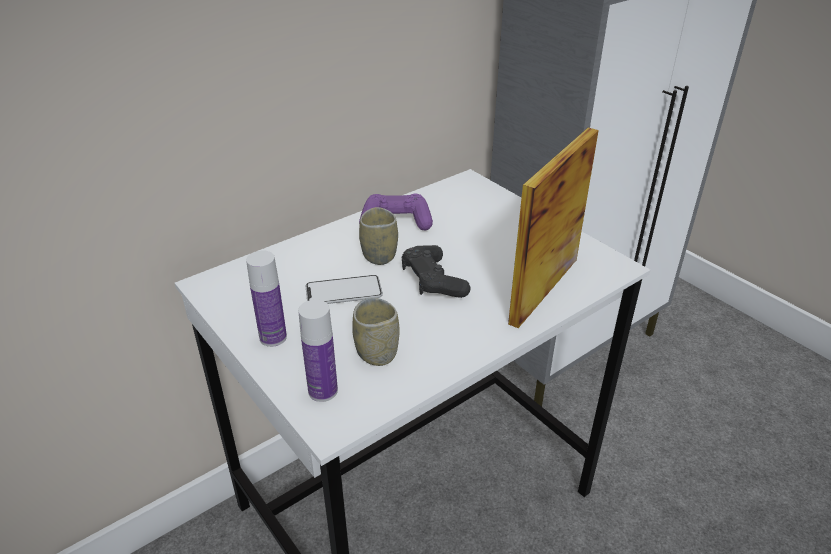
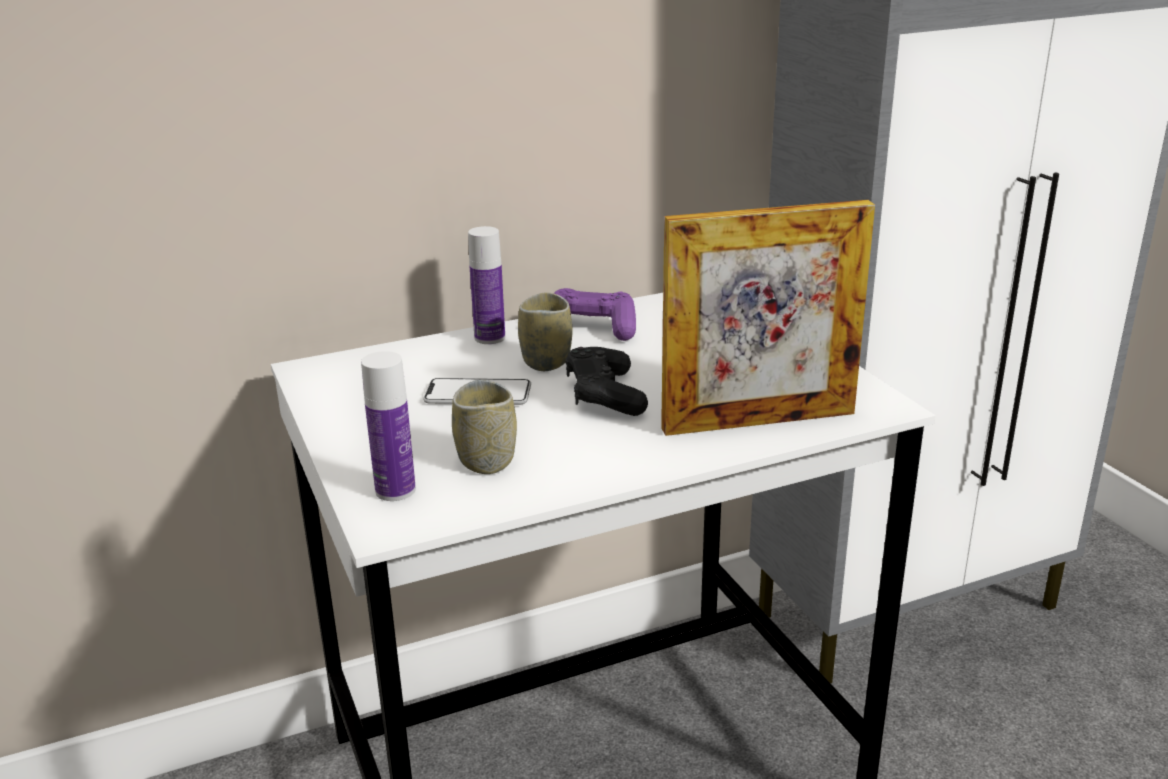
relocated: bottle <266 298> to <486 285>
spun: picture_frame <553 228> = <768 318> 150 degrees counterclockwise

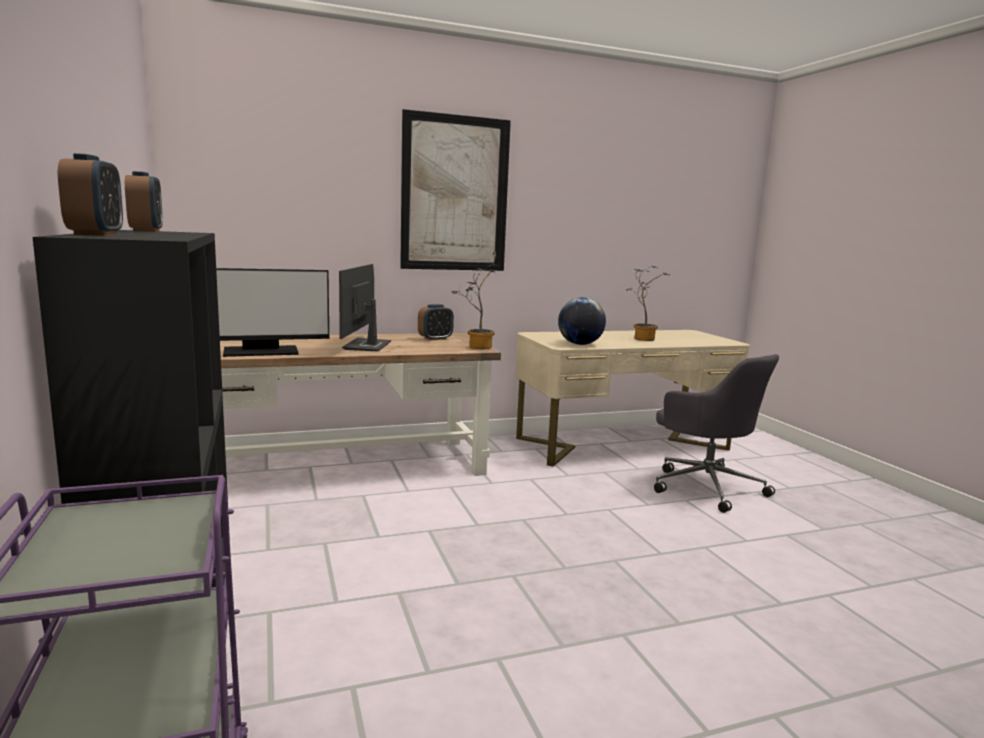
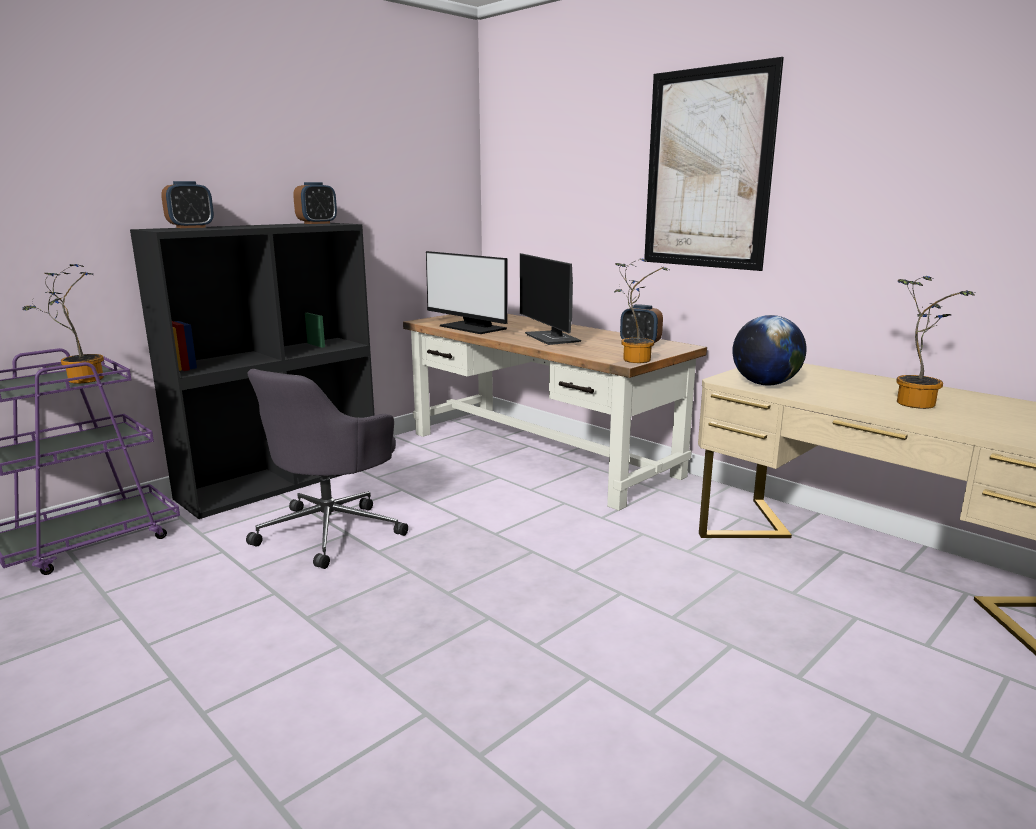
appeared: potted_plant <63 323>
relocated: greyish_office_chair <716 433> to <327 469>
spun: monitor <365 307> = <550 299> 90 degrees counterclockwise

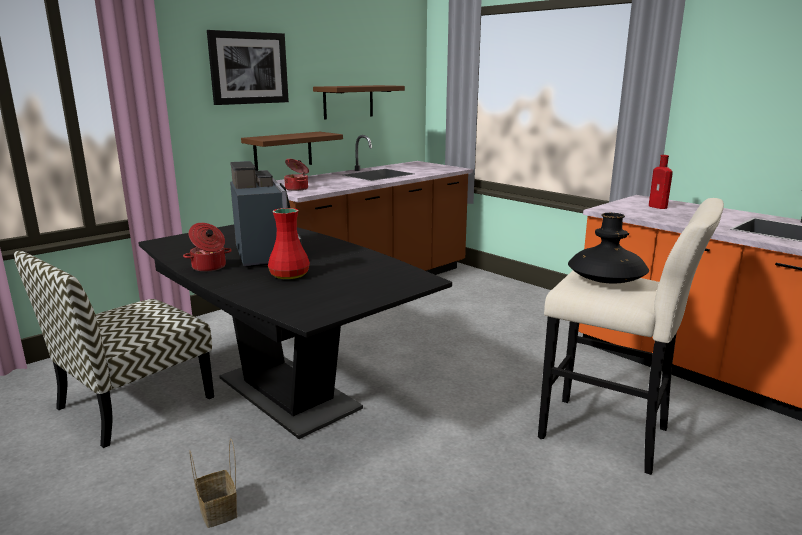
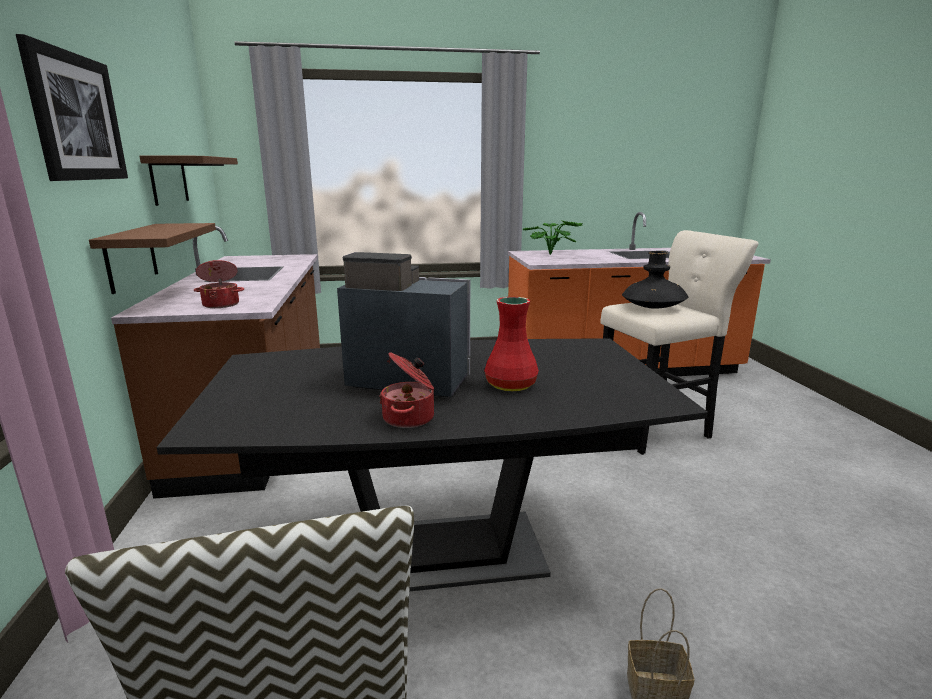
exchanged: reddish_bottle <661 182> to potted_plant <552 237>

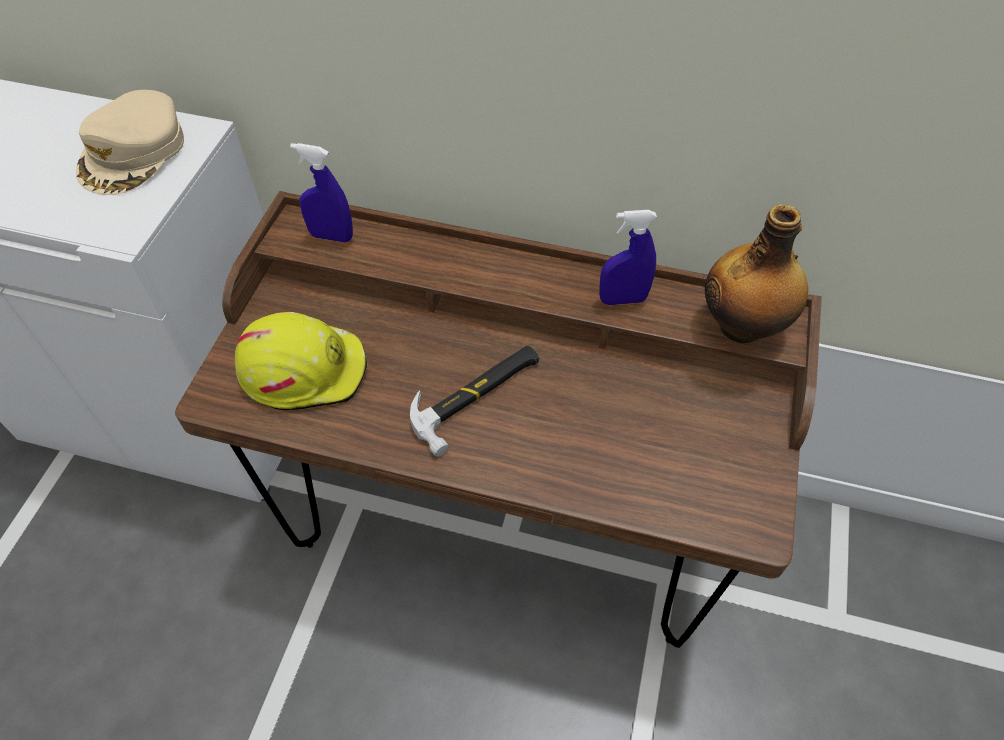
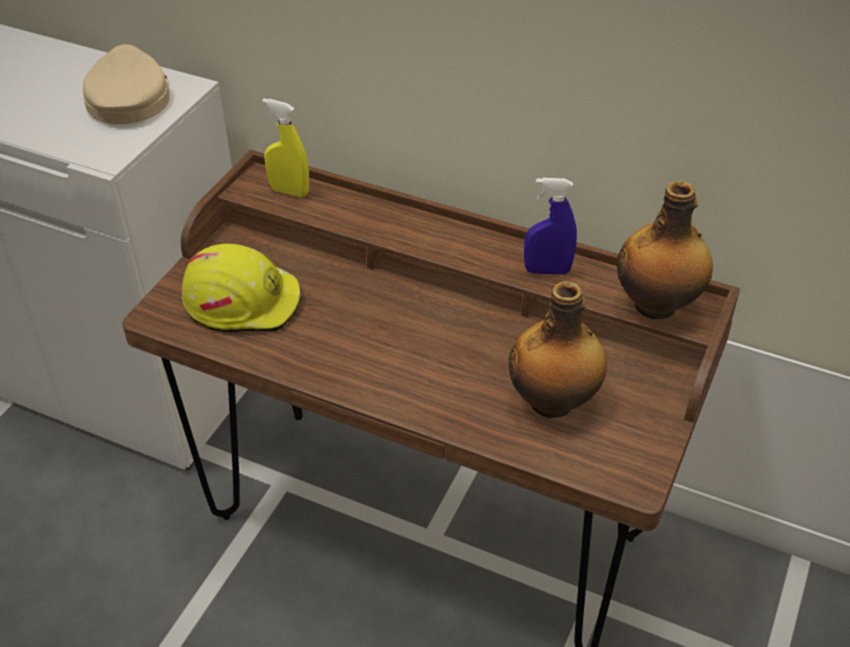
missing: tool_hammer <474 401>
appeared: bottle <558 349>
colour: blue_hand_sprayer <321 192> to yellowish_hand_sprayer <285 147>
spun: sand-coloured_cap <130 142> = <126 84> 150 degrees clockwise

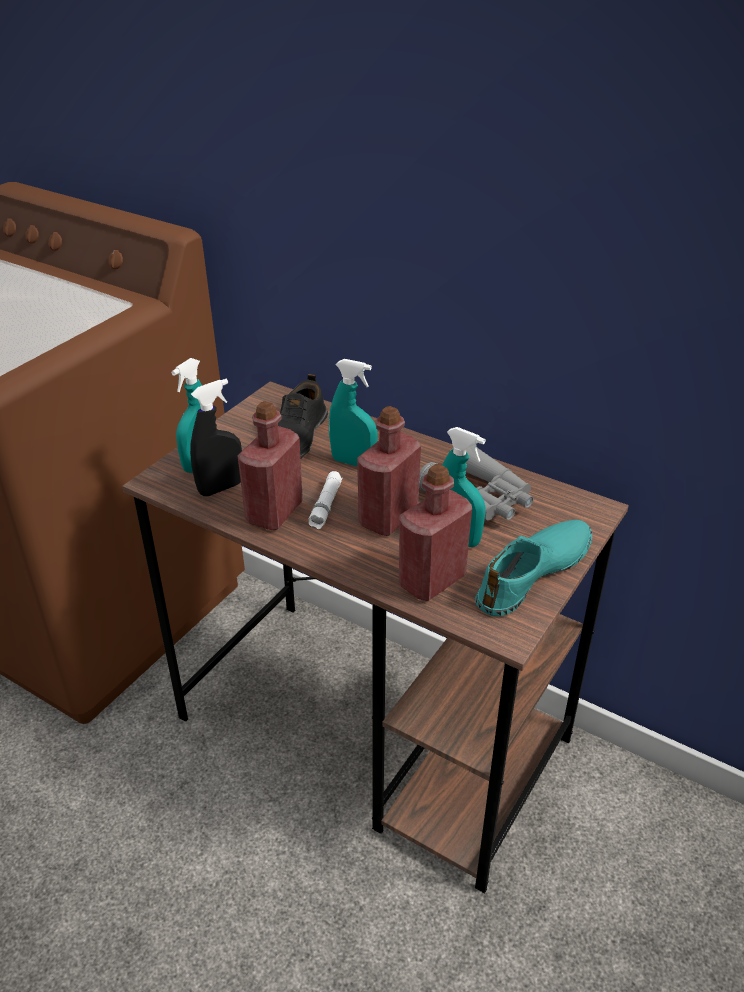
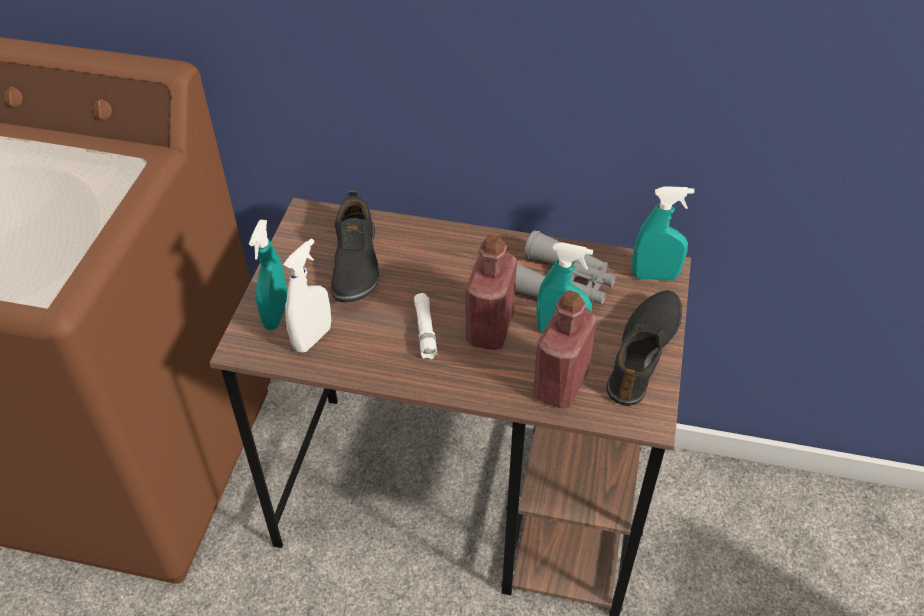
missing: reddish_bottle <270 465>
relocated: blue-green_hand_sprayer <353 412> to <663 233>
colour: blackish_hand_sprayer <216 437> to whitish_hand_sprayer <307 295>; blue-green_shoe <533 568> to blackish_shoe <644 348>

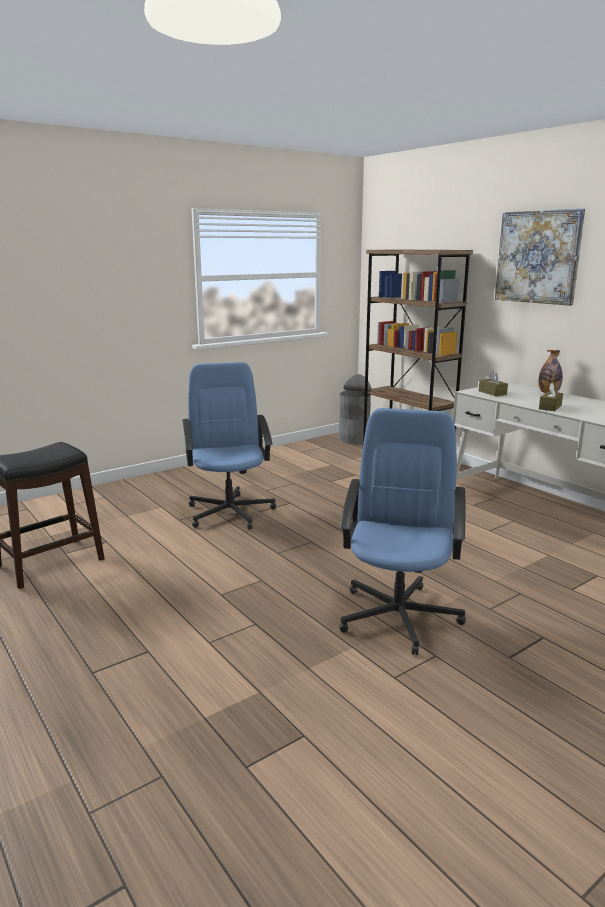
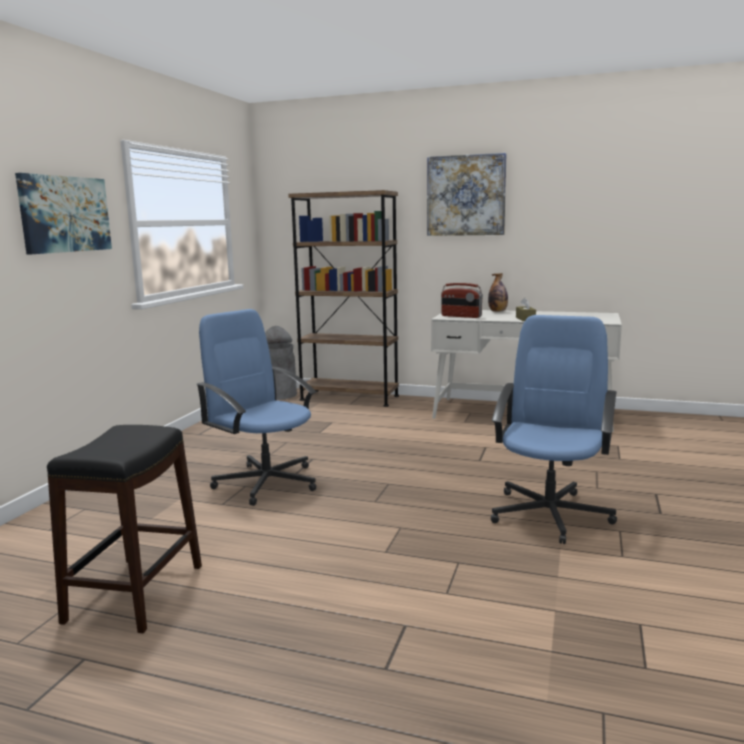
appeared: wall_picture <63 213>
exchanged: brown_tissue_holder <493 383> to radio <462 300>
spun: blue_office_chair <402 531> = <554 429> 45 degrees clockwise

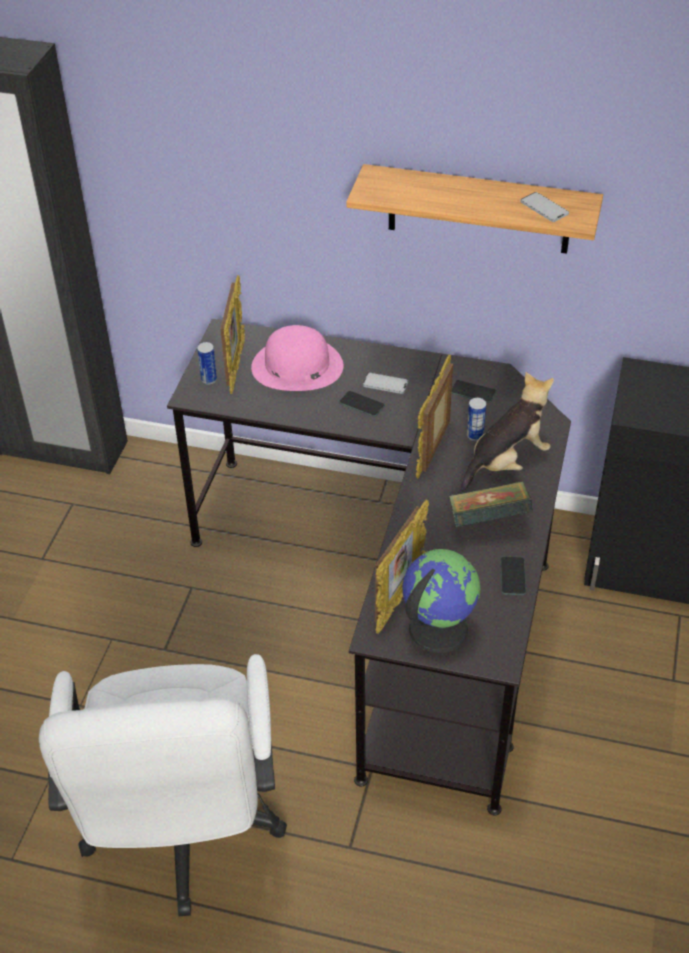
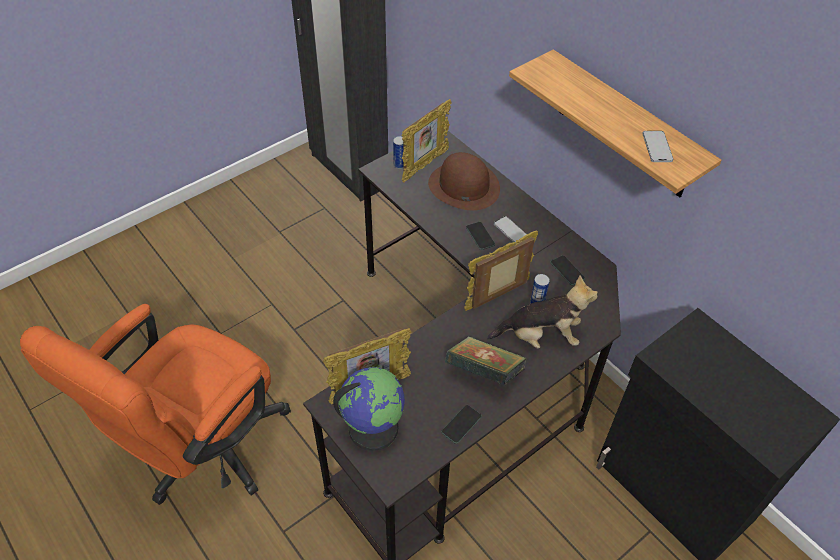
colour: pinkish_clothing_hat <297 358> to brown_clothing_hat <464 181>; whitish_office_chair <163 785> to orange-coloured_office_chair <155 404>

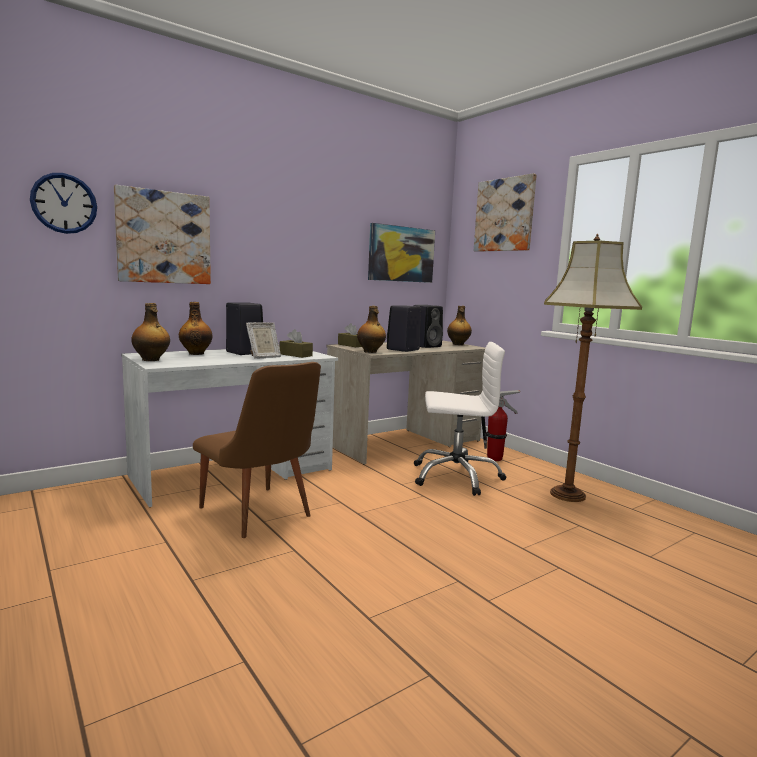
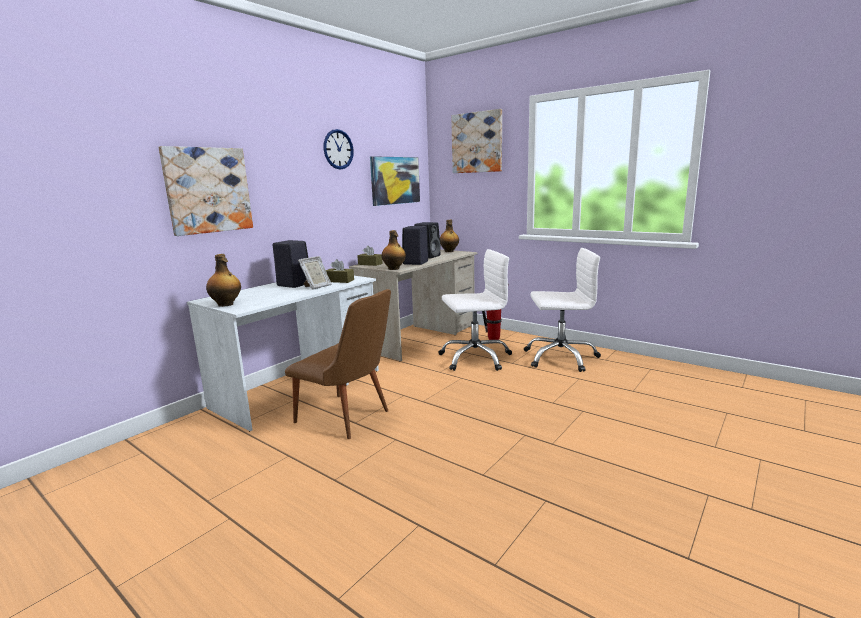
missing: bottle <196 328>
relocated: wall_clock <63 203> to <338 149>
exchanged: floor_lamp <593 367> to whitish_office_chair <562 310>

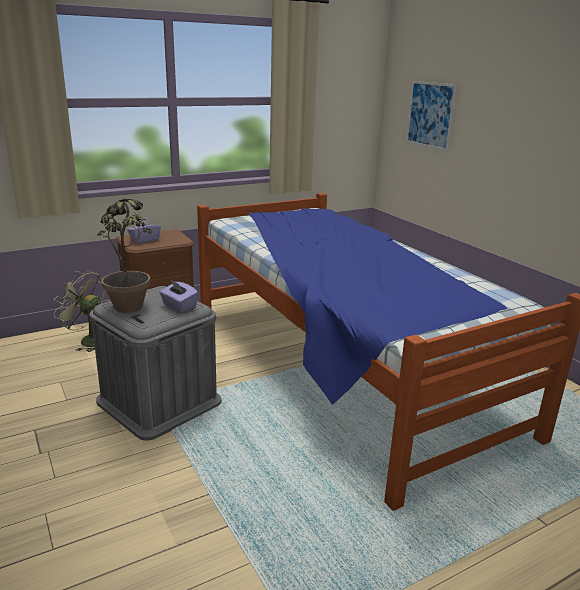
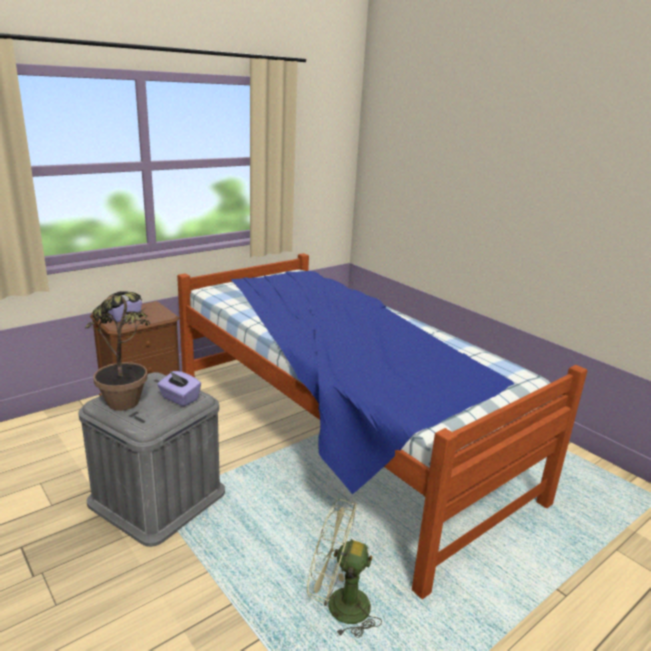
missing: wall_picture <431 116>
relocated: green_electric_fan <79 311> to <344 568>

